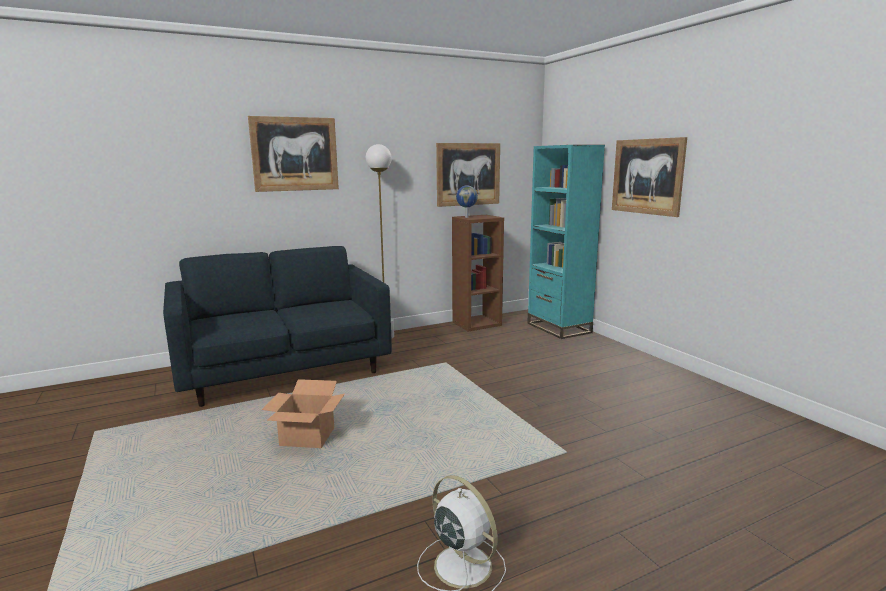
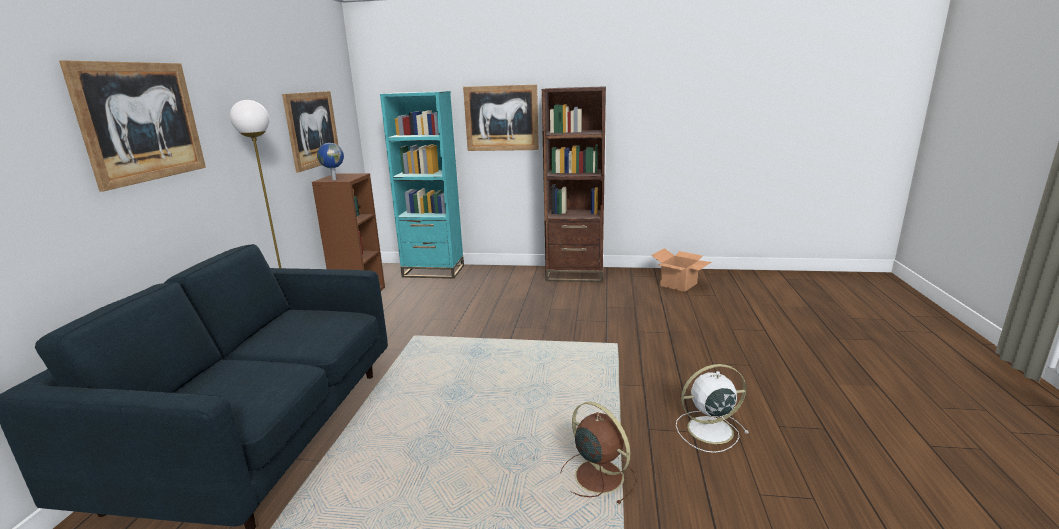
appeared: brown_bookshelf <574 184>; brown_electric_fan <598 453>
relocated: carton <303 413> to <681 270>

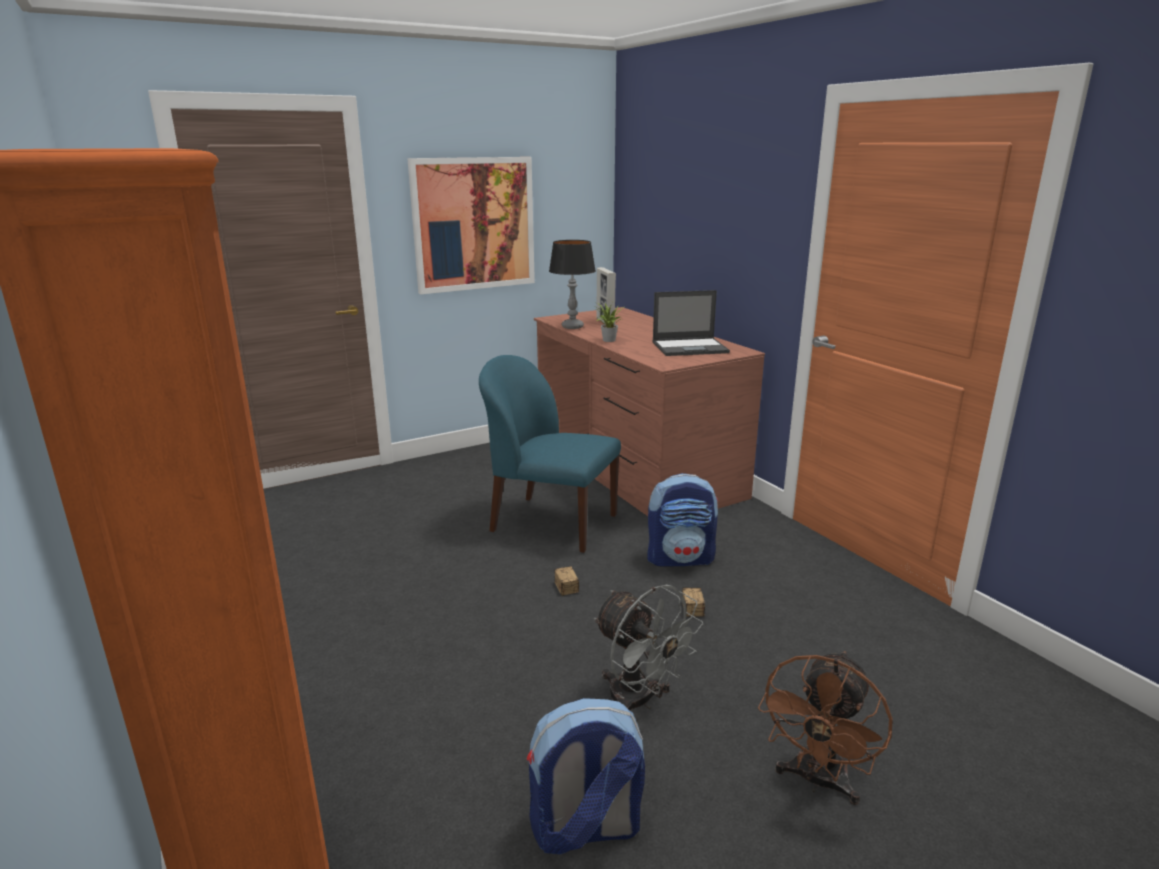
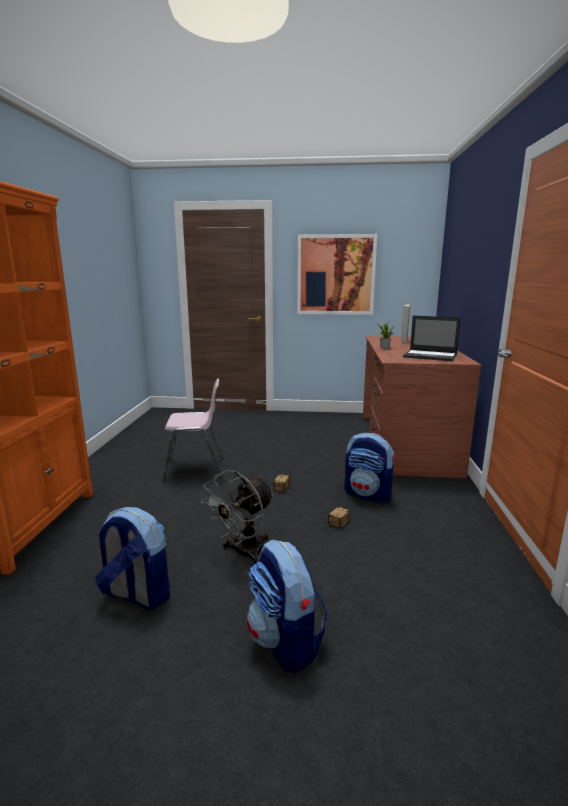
missing: tabletop_lamp <572 284>; blue_plain_chair <550 454>
appeared: pinkish_plain_chair <193 429>
exchanged: brown_electric_fan <825 728> to rucksack <287 606>
spun: greyish_electric_fan <648 647> = <237 517> 45 degrees clockwise

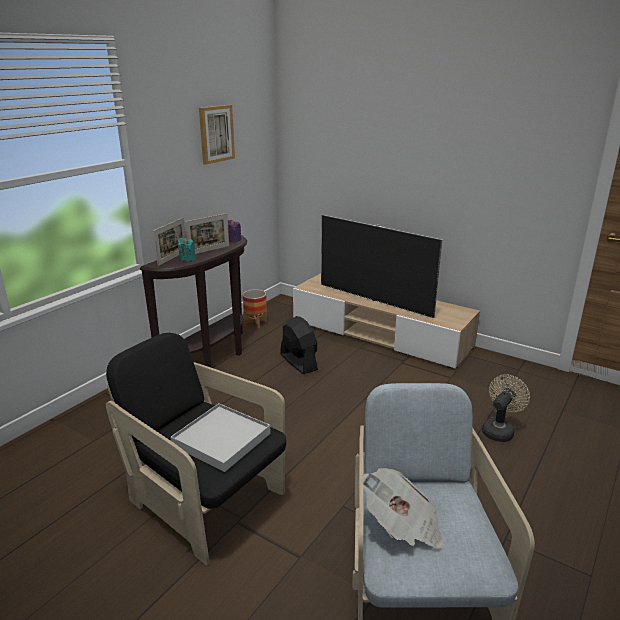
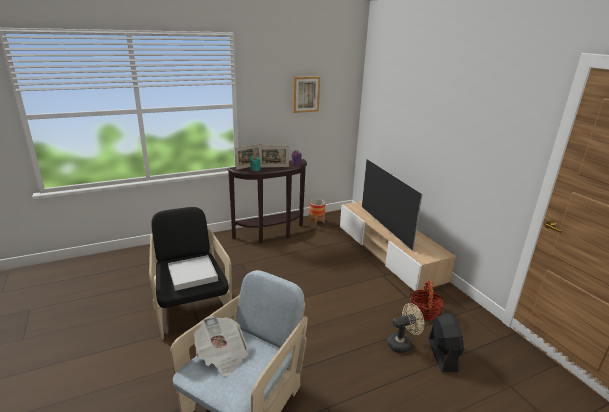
appeared: household_basket <427 300>
relocated: blackish_electric_fan <299 345> to <446 342>

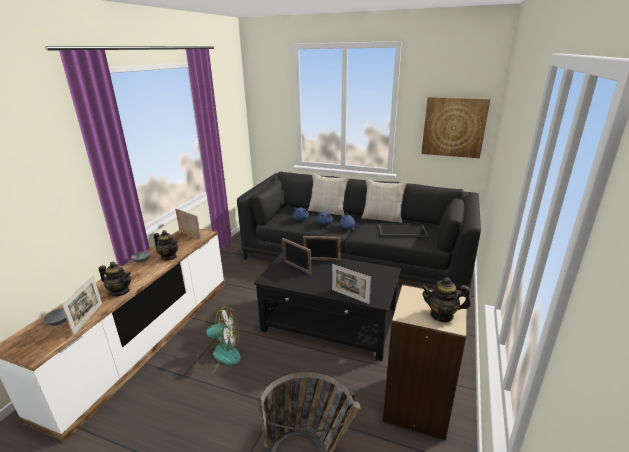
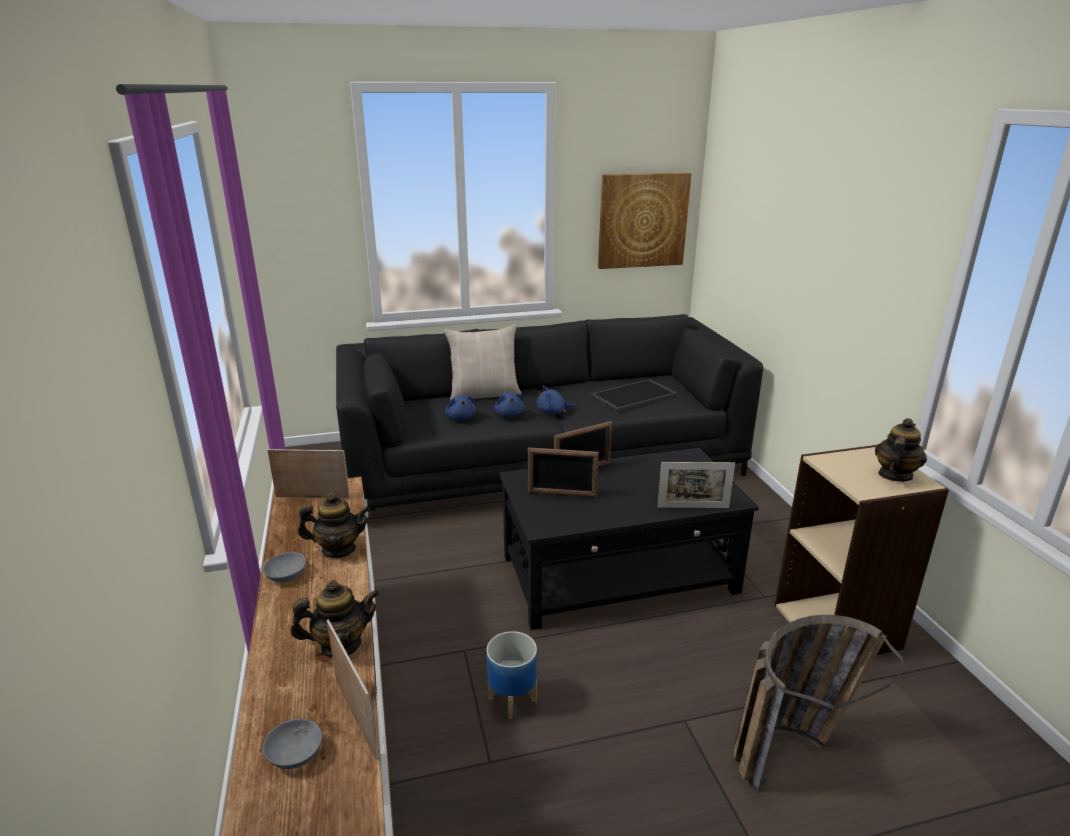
missing: sand-coloured_pillow <384 201>
exchanged: electric_fan <218 340> to planter <512 675>
spun: teapot <446 299> = <901 450> 150 degrees clockwise

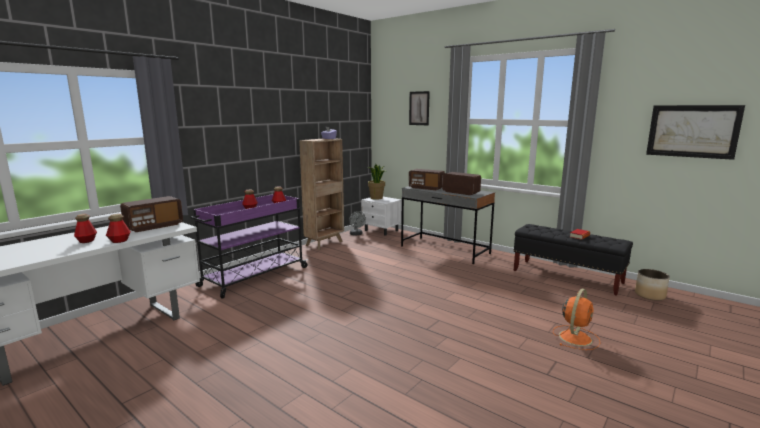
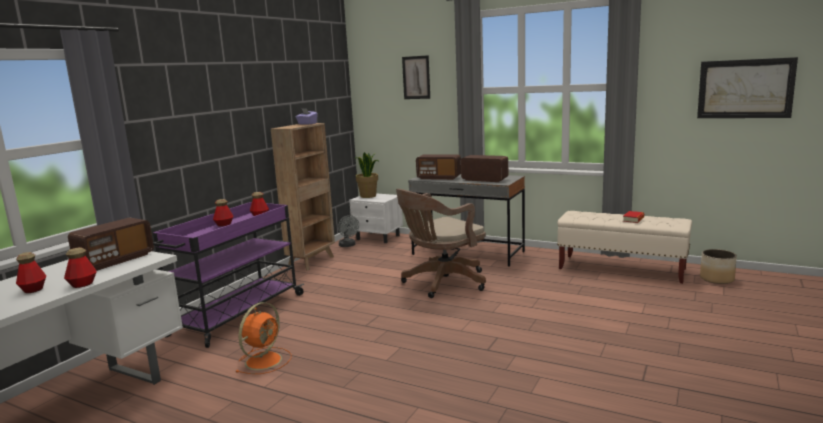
appeared: brown_office_chair <441 243>
relocated: orange-coloured_electric_fan <576 319> to <263 338>
colour: blackish_indoor_bench <573 260> to sand-coloured_indoor_bench <624 247>

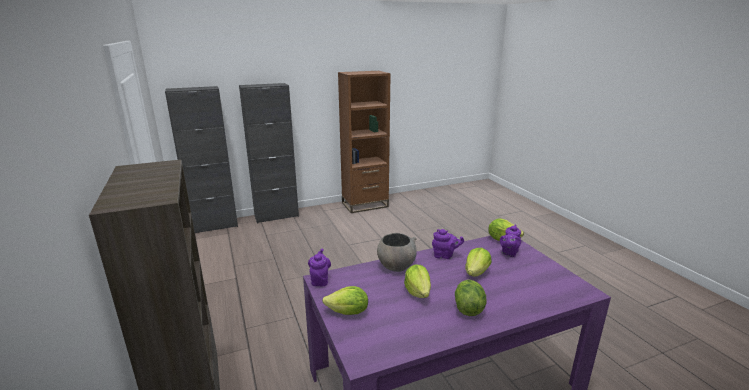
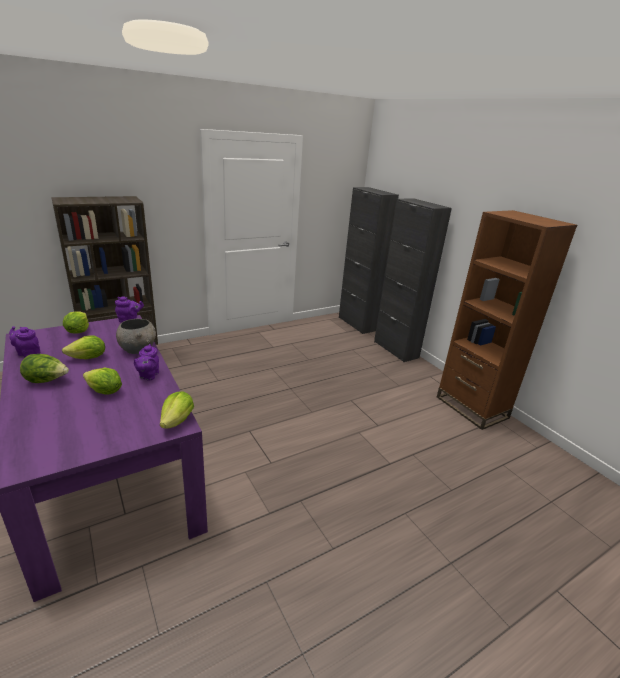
relocated: purplish_teapot <510 240> to <24 342>

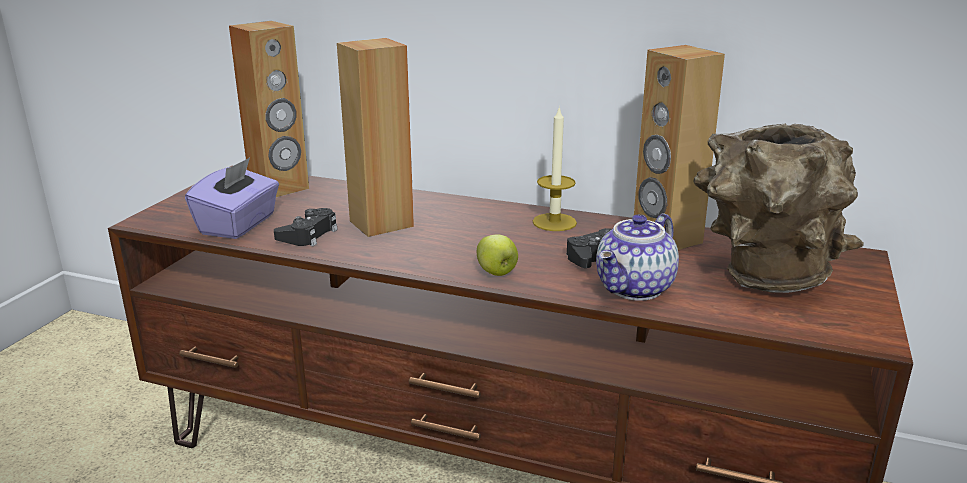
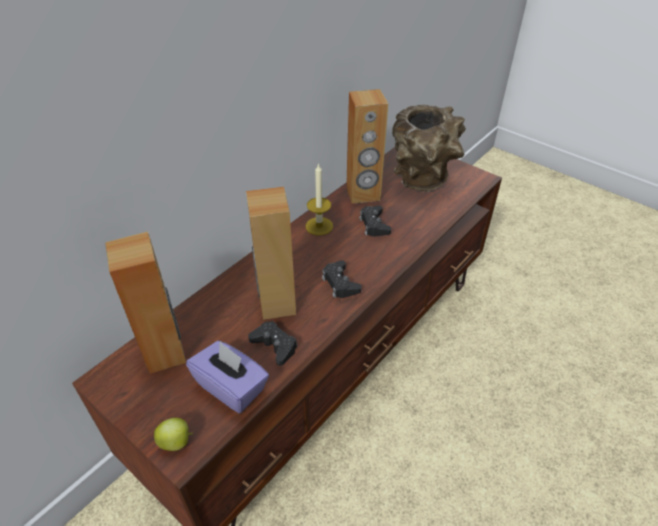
missing: teapot <637 257>
appeared: blackish_gamepad <341 279>
relocated: apple_fruit <497 255> to <173 434>

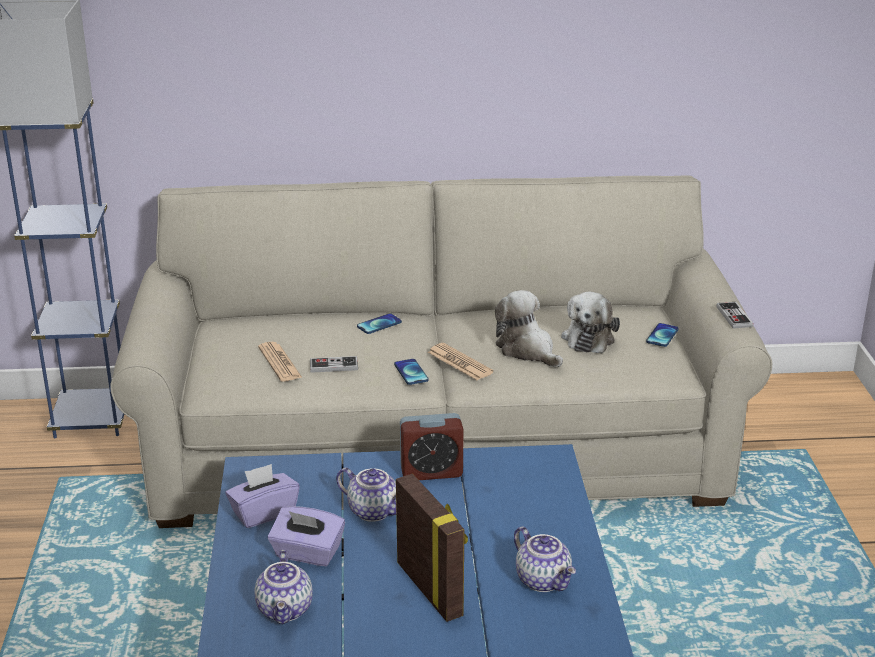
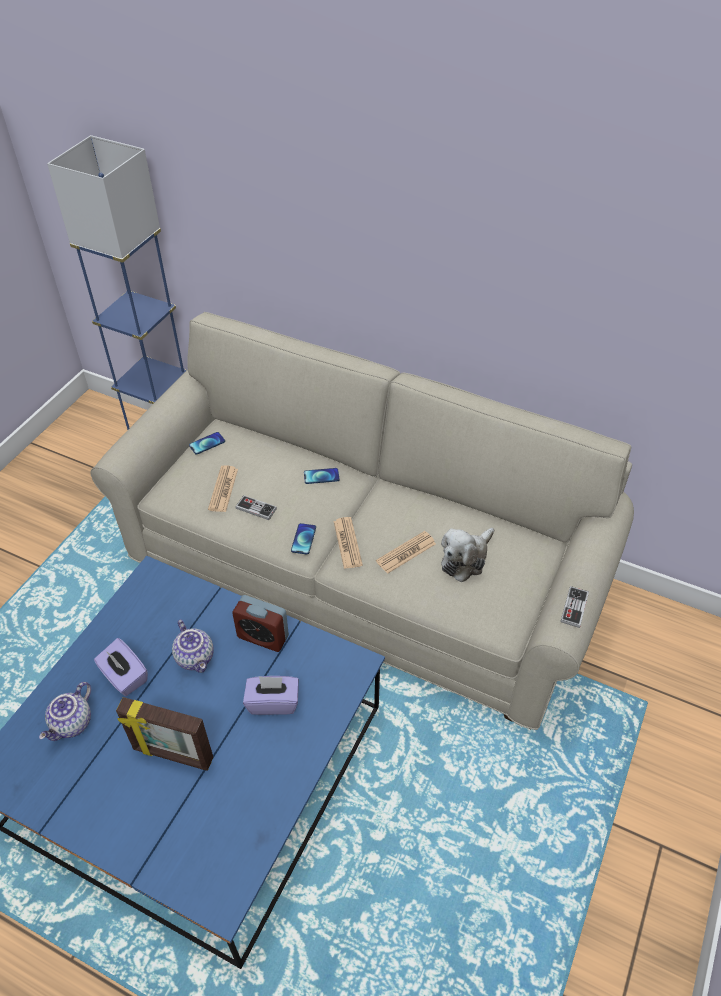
missing: teapot <545 559>
relocated: phone <662 335> to <207 443>; purplish_tissue_holder <262 496> to <271 695>
exchanged: cuddly_toy <529 328> to daily_paper <406 552>
spun: picture_frame <432 548> = <164 734> 105 degrees clockwise

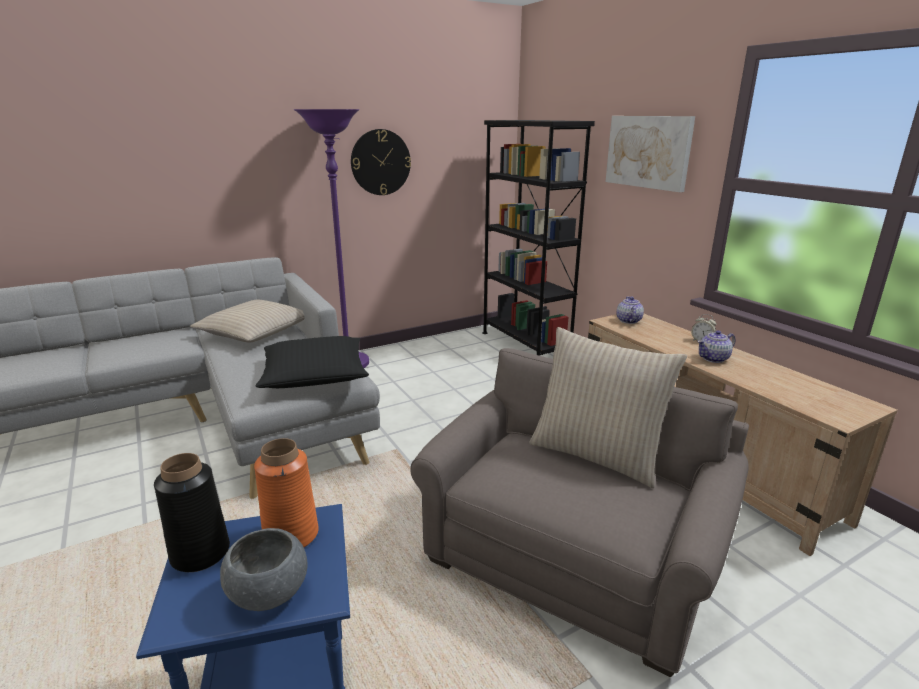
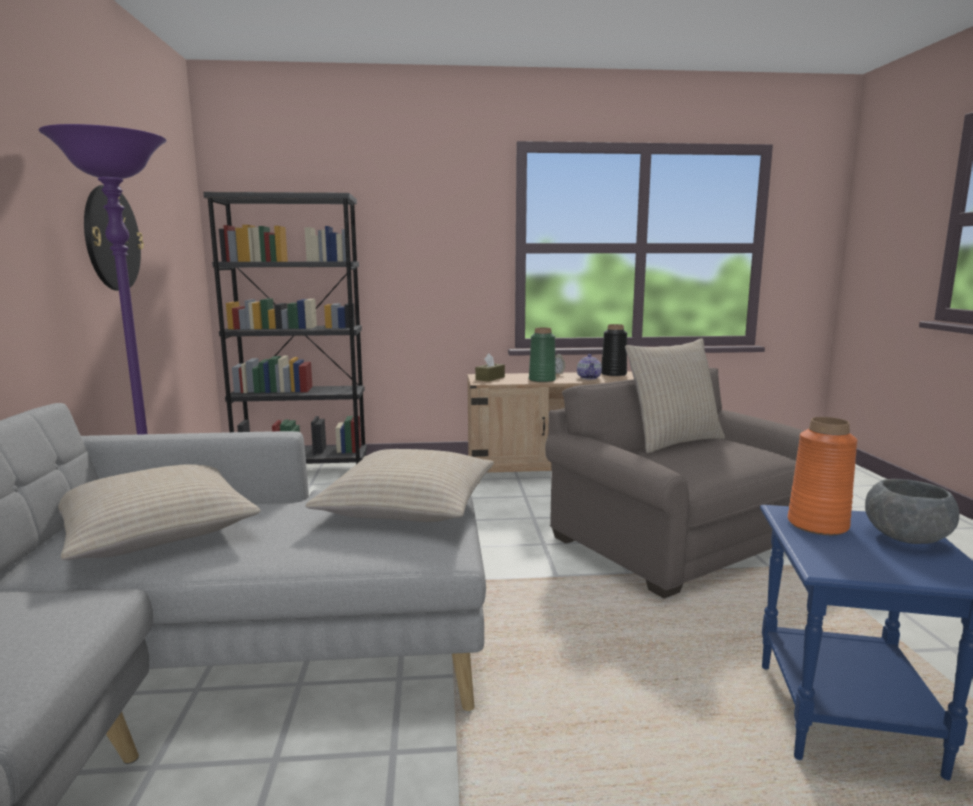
missing: wall_picture <650 154>
appeared: green_flower_vase <542 355>
relocated: blackish_flower_vase <192 512> to <614 350>
exchanged: teapot <630 310> to brown_tissue_holder <490 367>
colour: blackish_pillow <312 362> to sand-coloured_pillow <399 485>

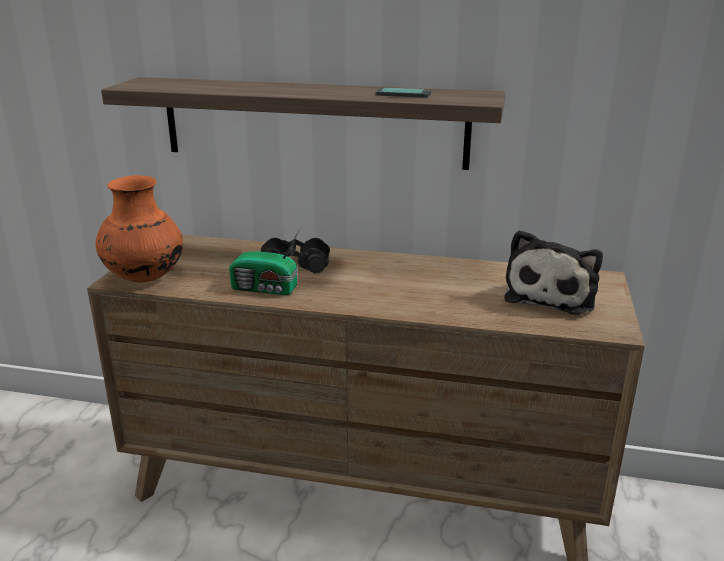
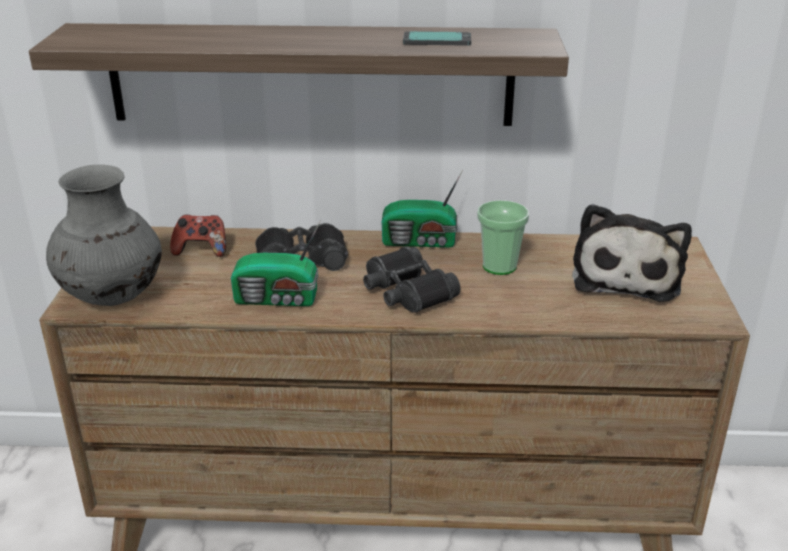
appeared: radio <422 208>; drinking_cup <503 237>; gamepad <198 236>; blackish_field_glasses <411 280>
colour: orange-coloured_flower_vase <139 229> to greyish_flower_vase <104 235>

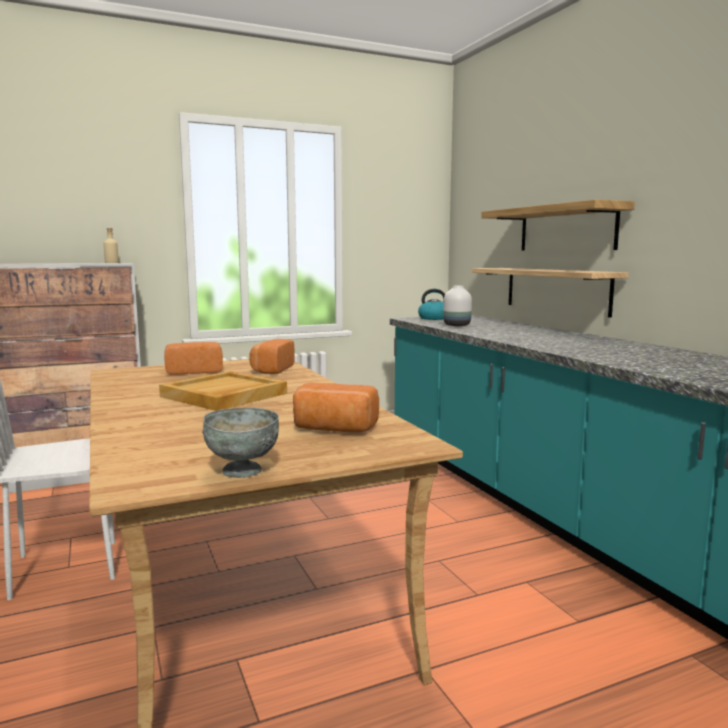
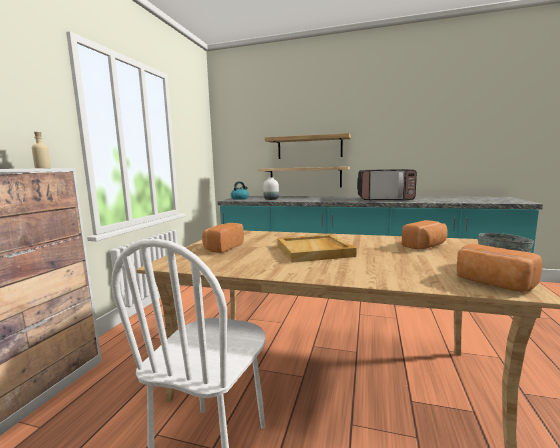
appeared: microwave_oven <387 185>
relocated: bread <271 356> to <499 268>

